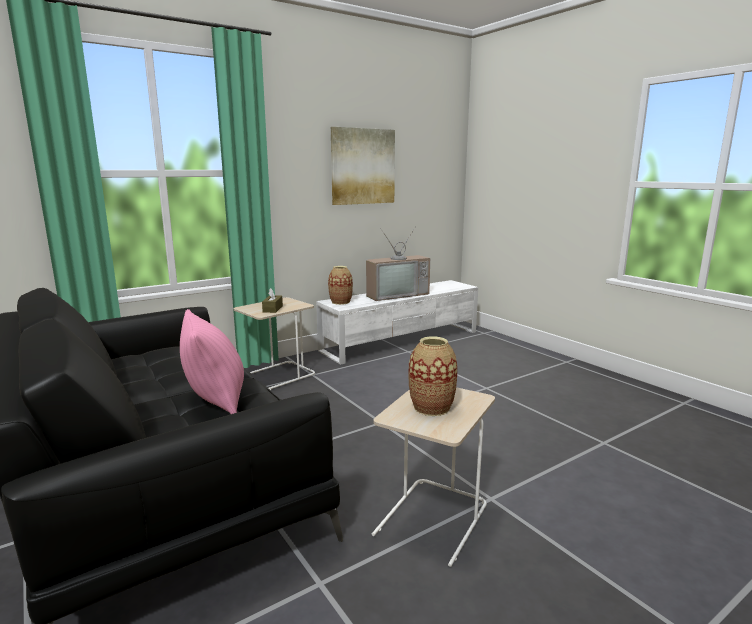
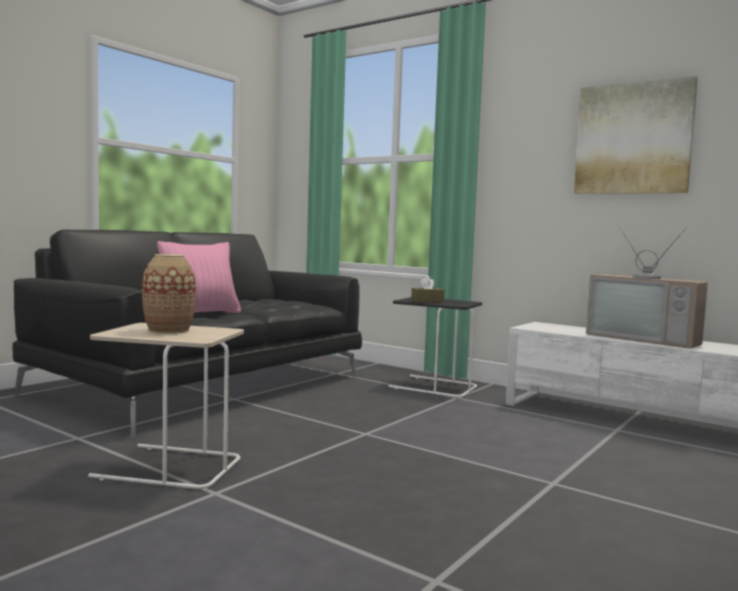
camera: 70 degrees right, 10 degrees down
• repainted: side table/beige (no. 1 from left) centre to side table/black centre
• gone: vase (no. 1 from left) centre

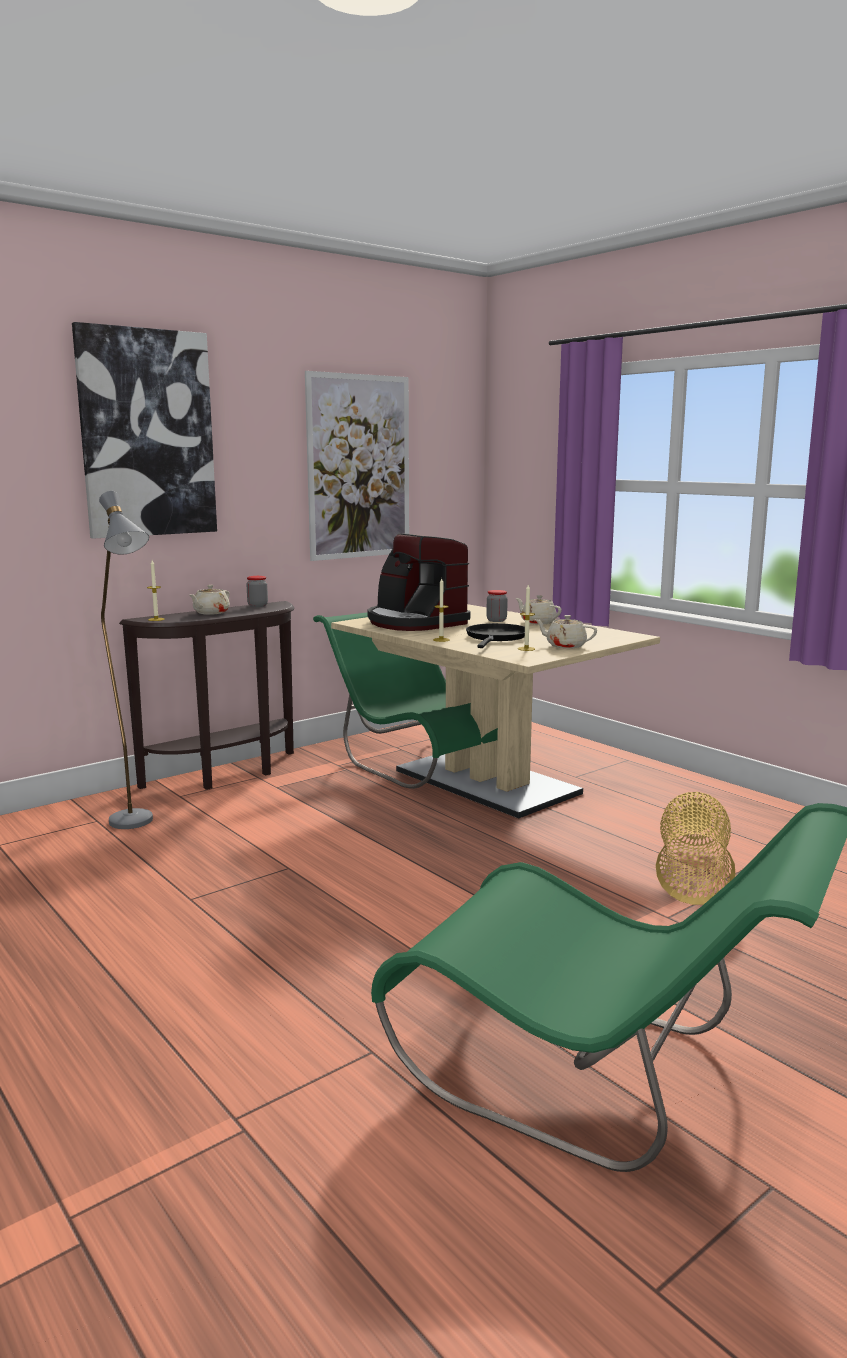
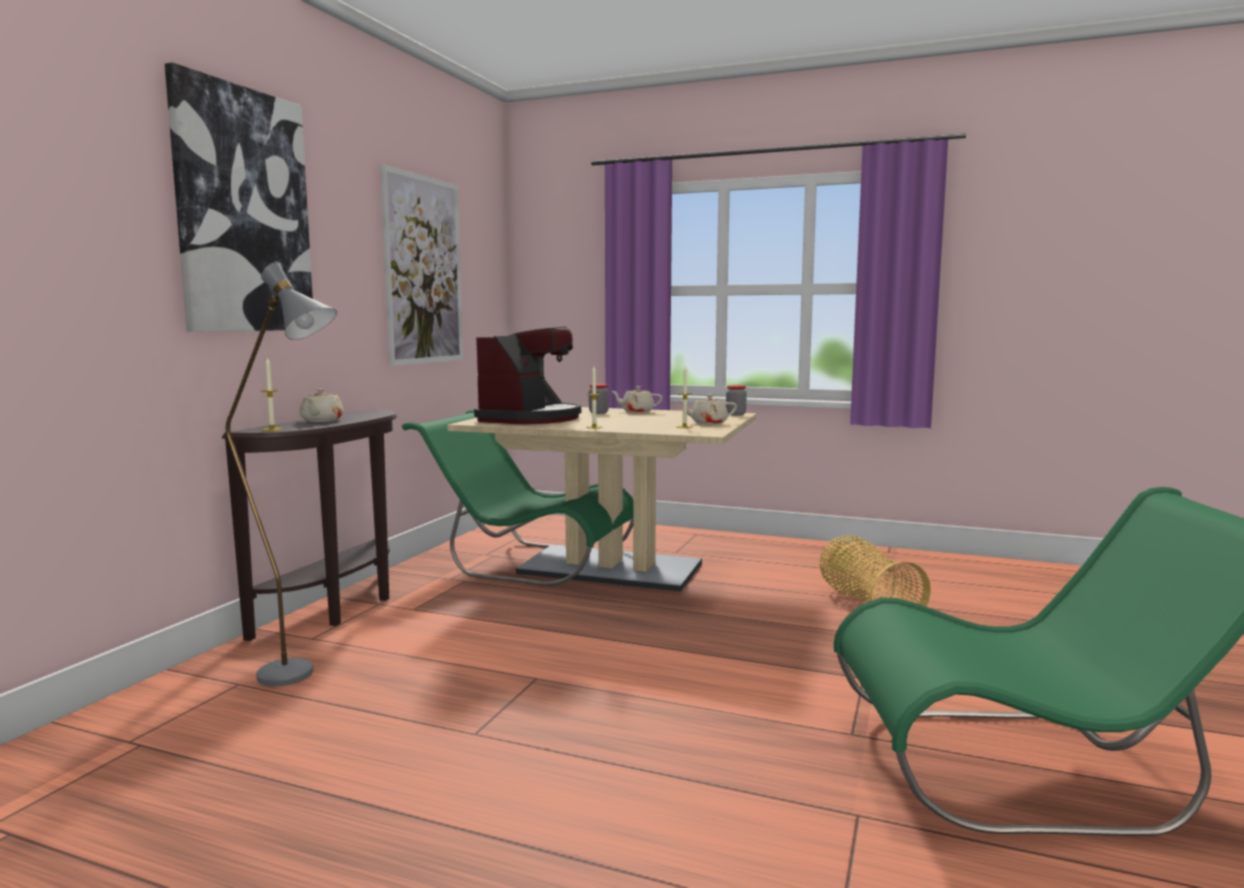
camera: 30 degrees left, 5 degrees down
• shifted: jar (no. 1 from left in the first image) middle left to jar (no. 2 from left) centre
• rotated: coffee machine centre = centre 90 degrees counterclockwise
• gone: frying pan/black centre

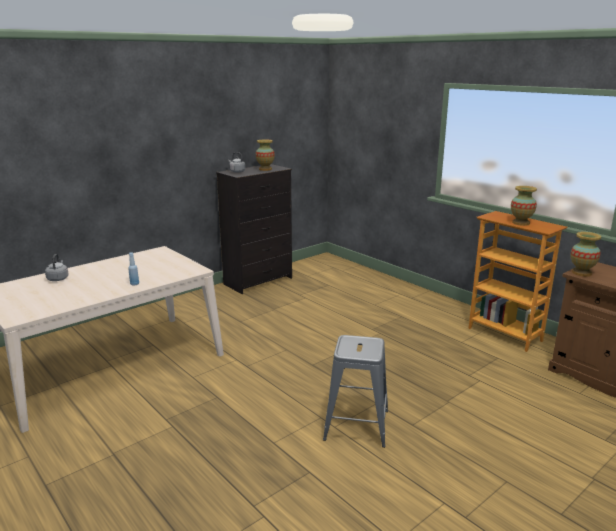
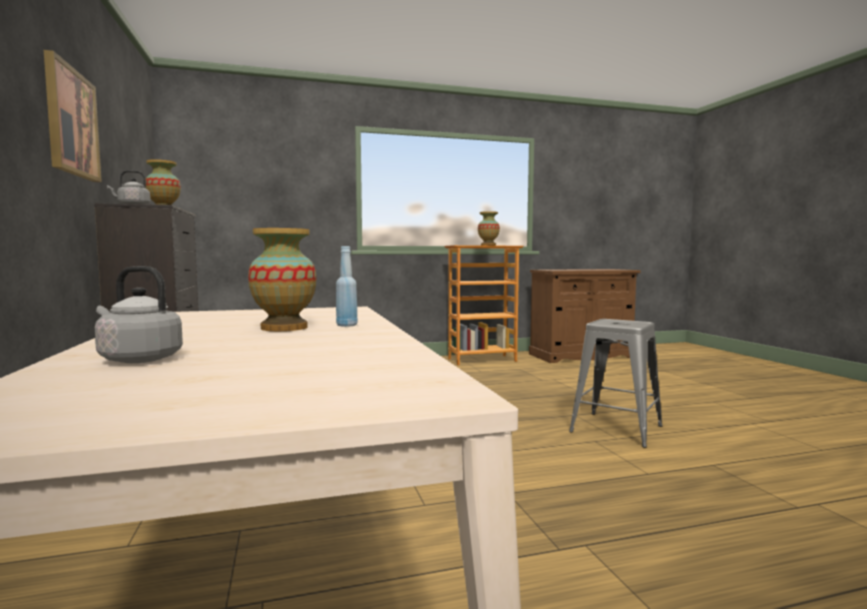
camera: 65 degrees left, 15 degrees down
• shifted: vase (no. 3 from left in the first image) middle right to vase (no. 2 from left) middle left
• new: picture top left

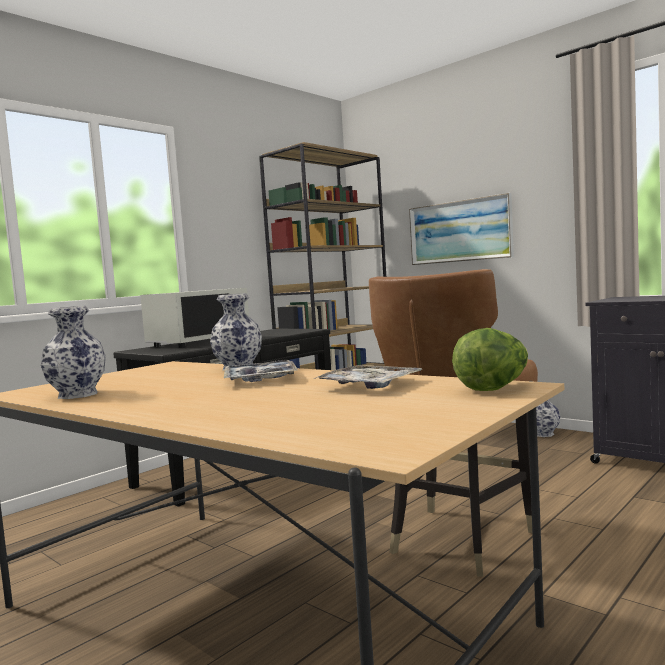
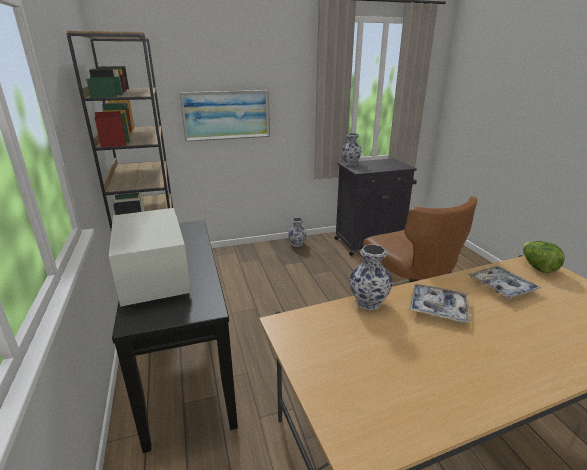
camera: 60 degrees left, 20 degrees up
• shifted: vase (no. 1 from left in the first image) middle left to vase (no. 2 from left) top centre

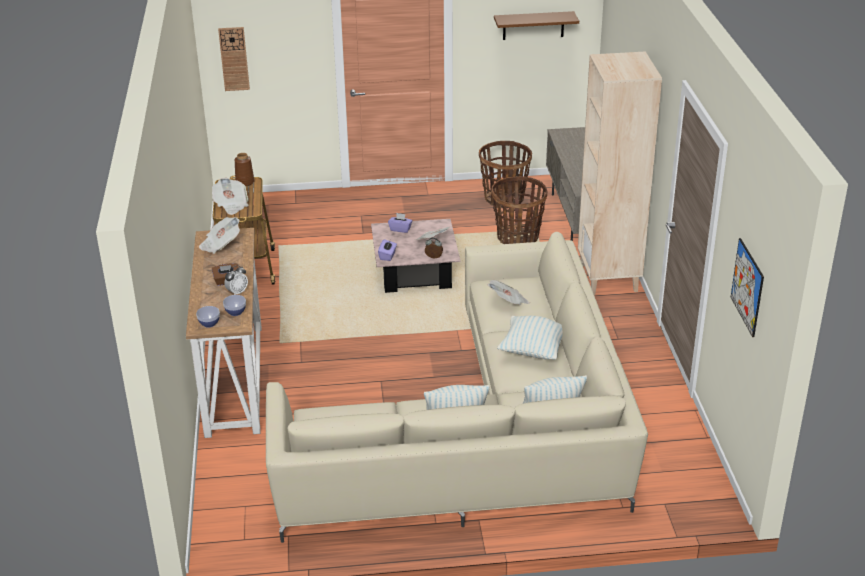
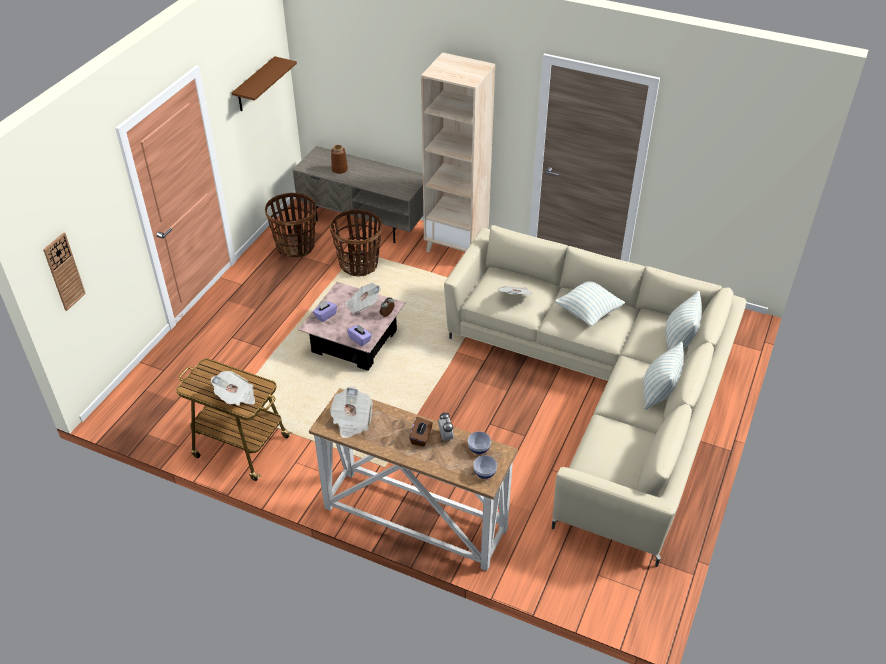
camera: 60 degrees left, 10 degrees up
• shifted: vase/brown top left to top centre
• gone: picture middle right

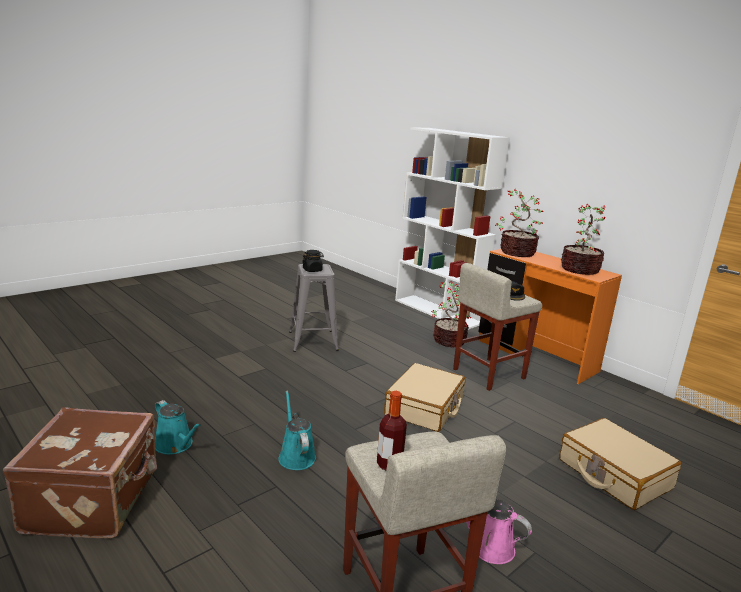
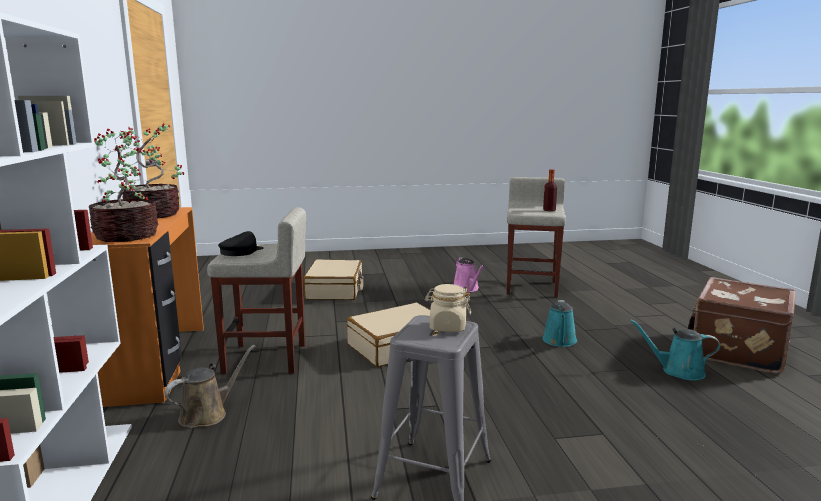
camera: 145 degrees left, 5 degrees down
• rotated: watering can/turquoise (no. 1 from left in the first image) bottom left = bottom right 60 degrees counterclockwise
• repainted: jar/black centre to jar/beige centre
• swapped: potted plant (no. 1 from left) centre to watering can/brown bottom left

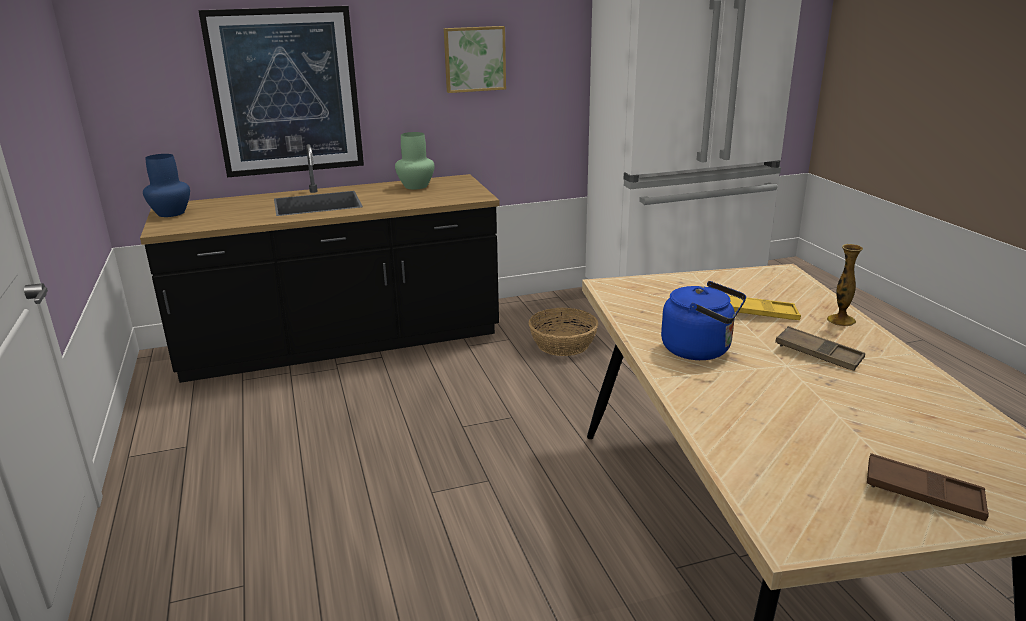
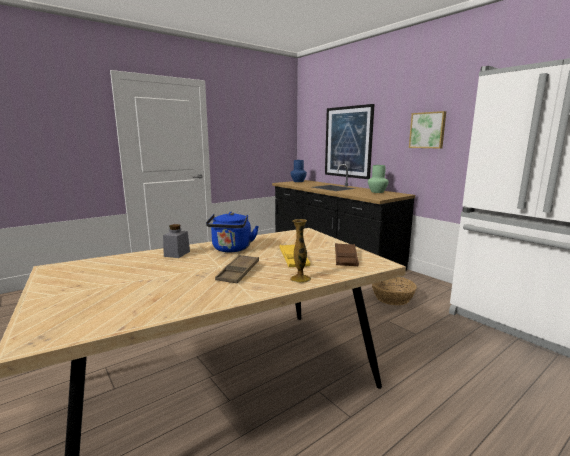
camera: 70 degrees right, 10 degrees down
• shifted: tray/brown (no. 2 from left) bottom right to centre
• new: jar/grey middle left

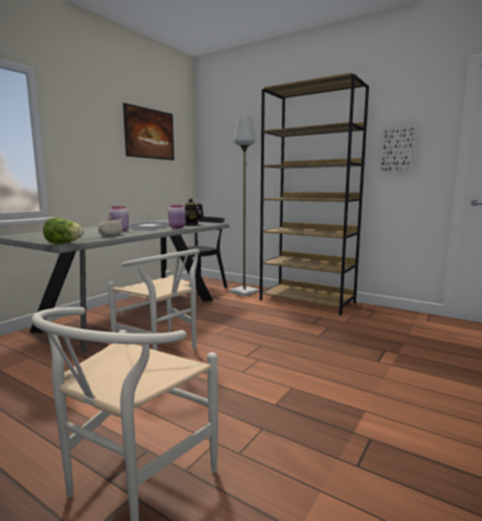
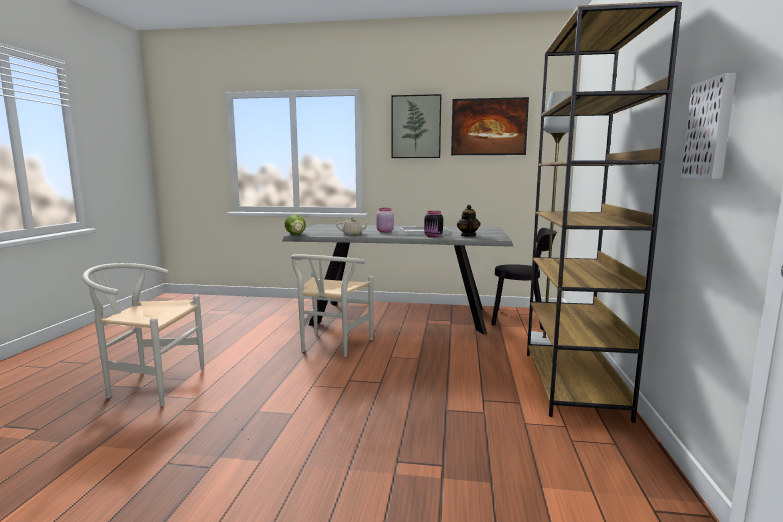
camera: 65 degrees right, 0 degrees up
• repainted: jar/pink (no. 2 from left) centre to jar/black centre
• new: picture (no. 1 from left) top centre

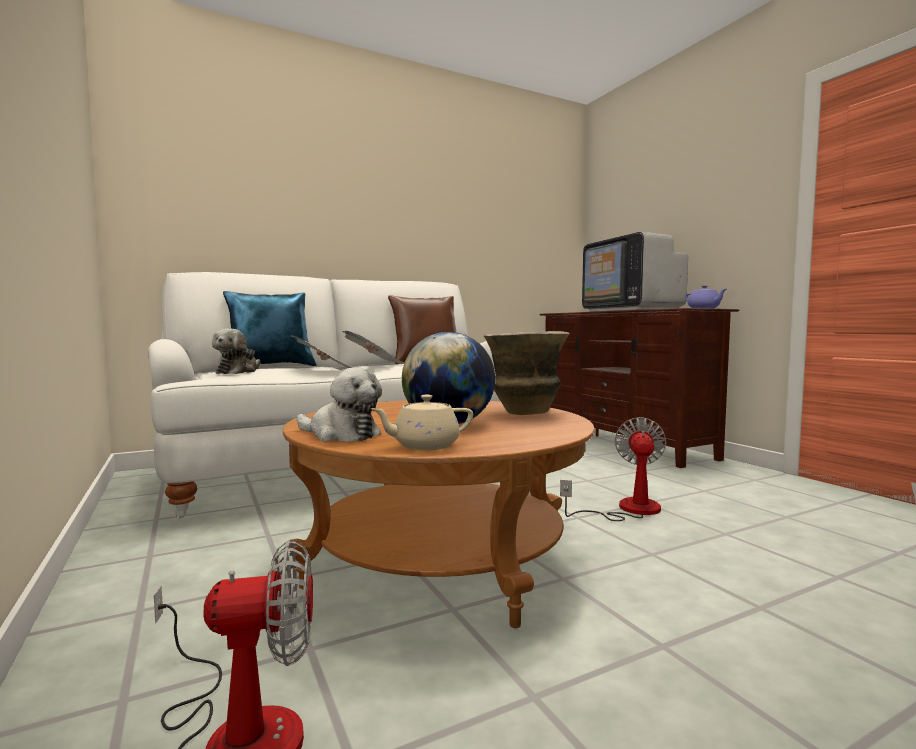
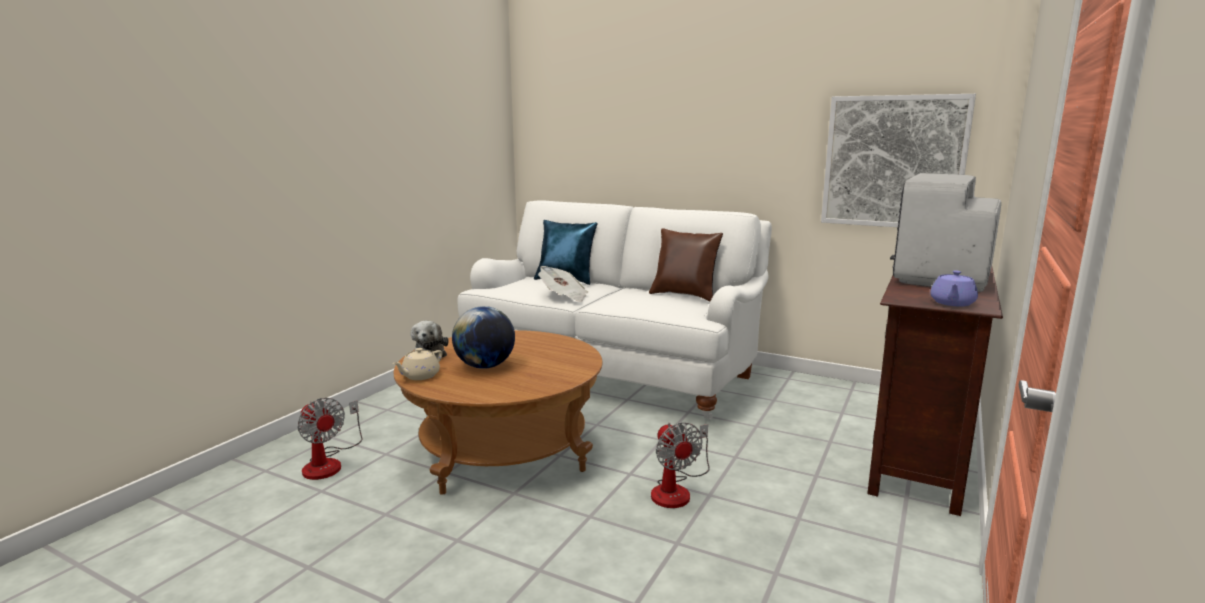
camera: 55 degrees right, 10 degrees up
• gone: plush toy (no. 1 from left) middle left
• gone: newspaper (no. 2 from left) centre
• rotated: teapot/beige centre = centre 90 degrees counterclockwise
• gone: vase centre
• rotated: fan (no. 2 from left) middle right = bottom centre 90 degrees clockwise
• new: picture top right

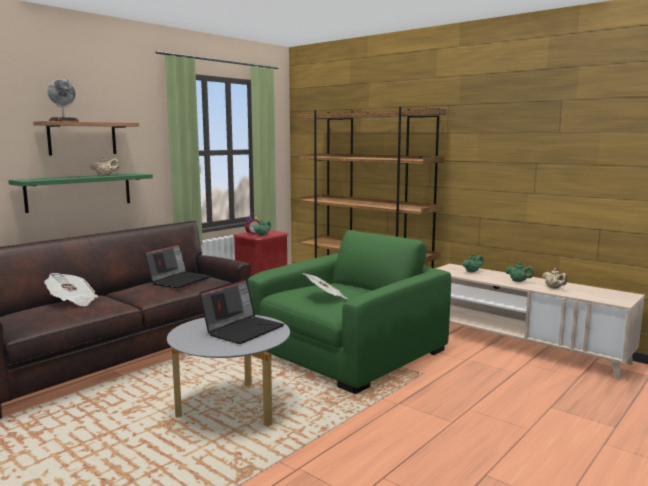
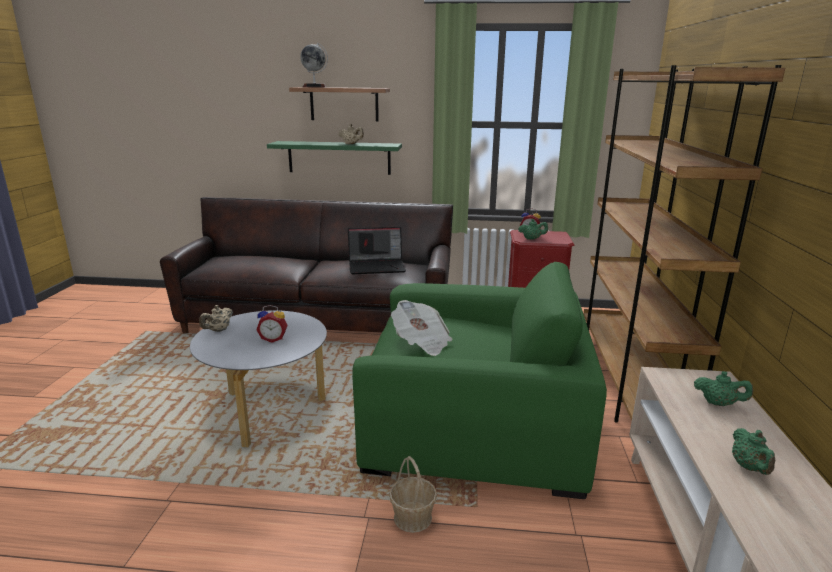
camera: 55 degrees right, 10 degrees up
• gone: newspaper (no. 1 from left) middle left
• swapped: laptop (no. 2 from left) centre to alarm clock (no. 1 from left) middle left
• shifted: teapot/beige (no. 2 from left in the first image) middle right to teapot/beige (no. 1 from left) middle left
• new: basket bottom centre

